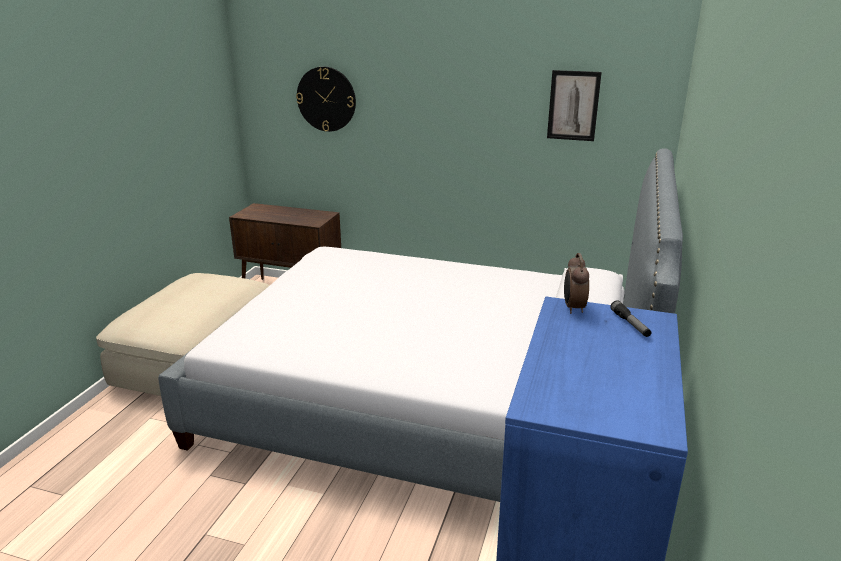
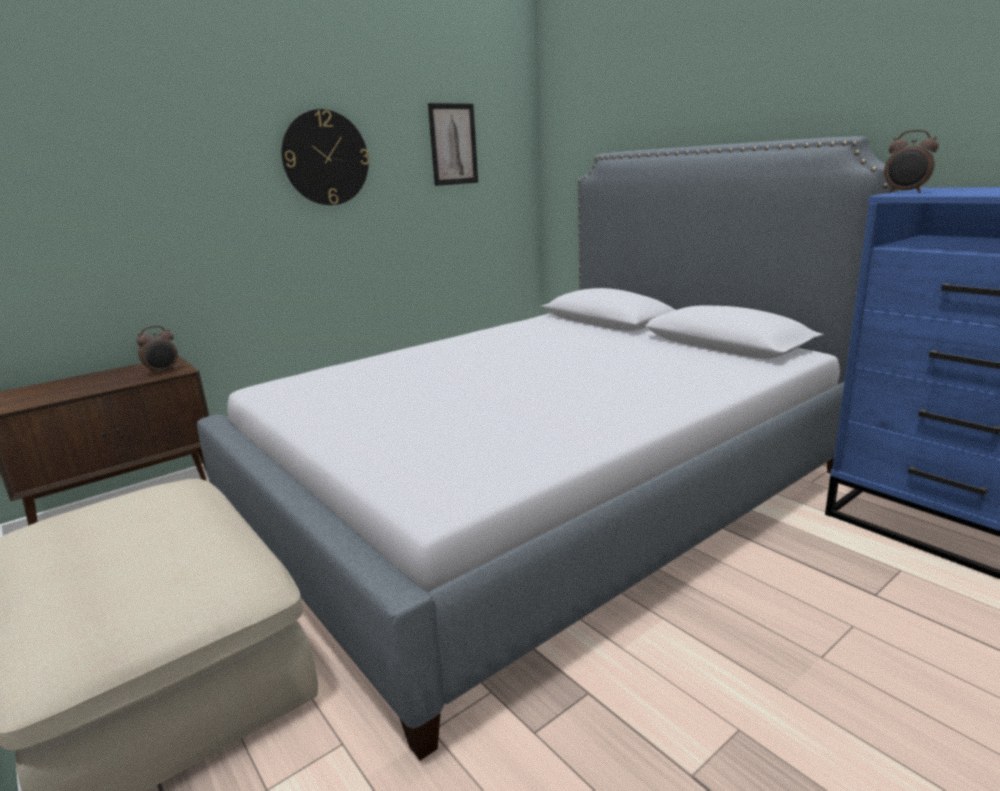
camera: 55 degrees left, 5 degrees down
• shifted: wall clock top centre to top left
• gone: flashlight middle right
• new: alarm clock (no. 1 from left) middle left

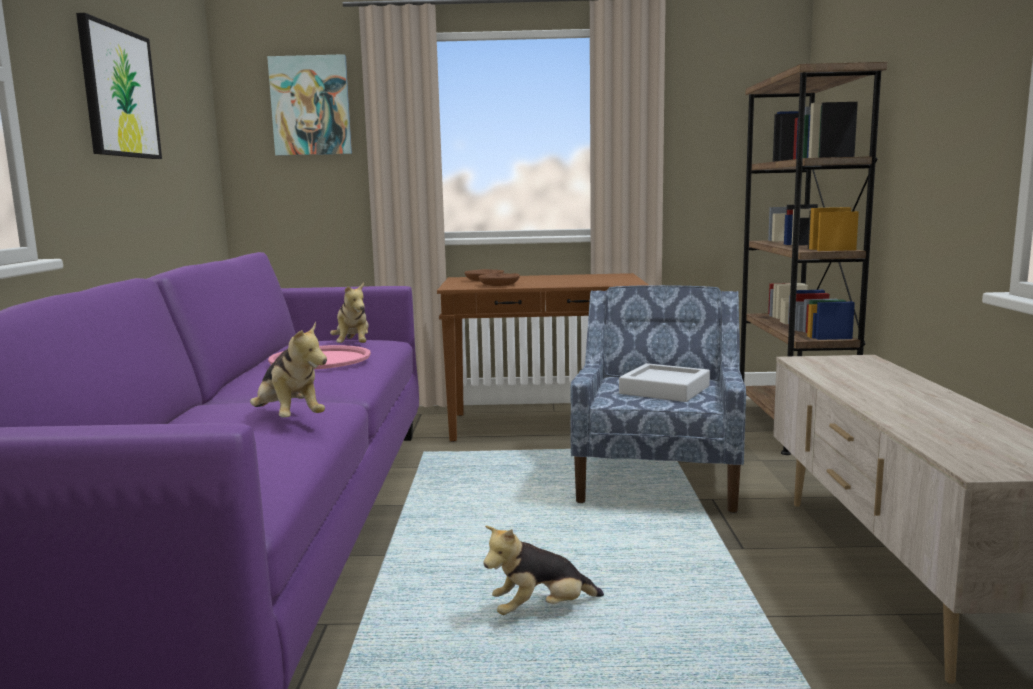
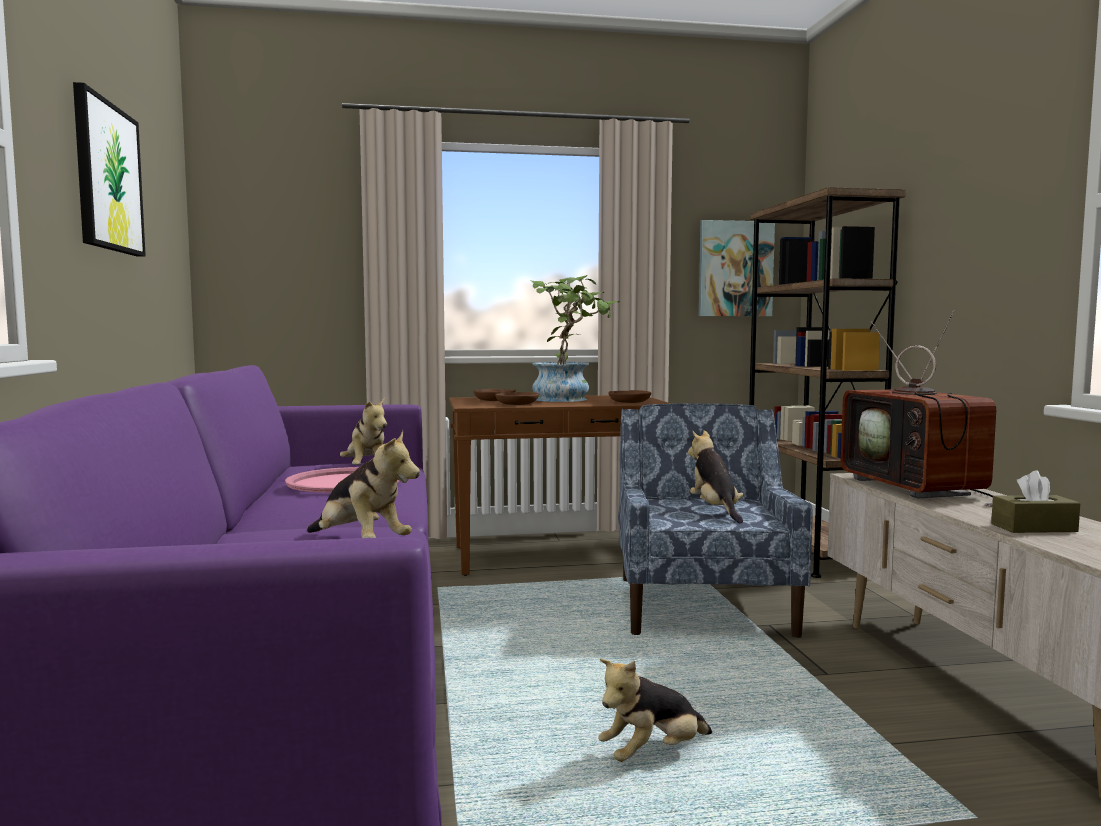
camera: 10 degrees left, 5 degrees down
• shifted: picture (no. 2 from left) top left to top right
• swapped: tray/grey centre to plush toy (no. 4 from left) centre
• new: potted plant centre
• new: bowl/brown (no. 3 from left) centre
• new: television middle right
• new: tissue box/brown middle right

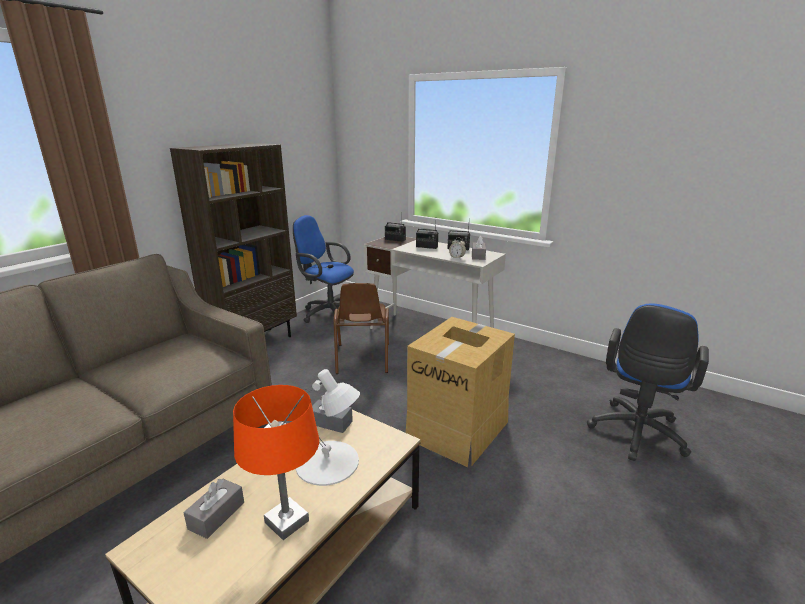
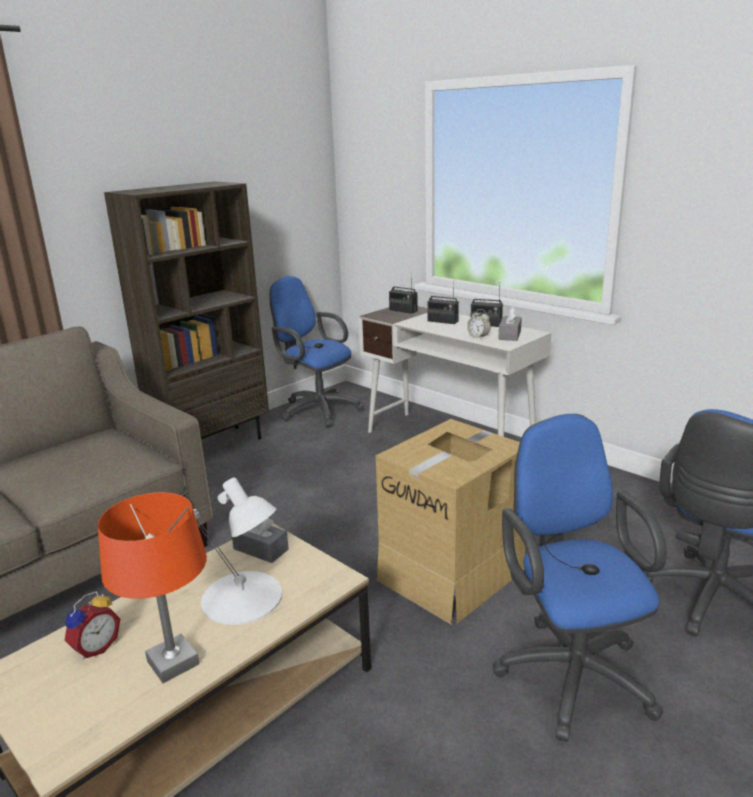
camera: 10 degrees right, 0 degrees up
• swapped: tissue box/grey (no. 1 from left) bottom left to alarm clock (no. 1 from left) bottom left
• gone: chair/brown centre
• new: office chair/blue (no. 2 from left) bottom right

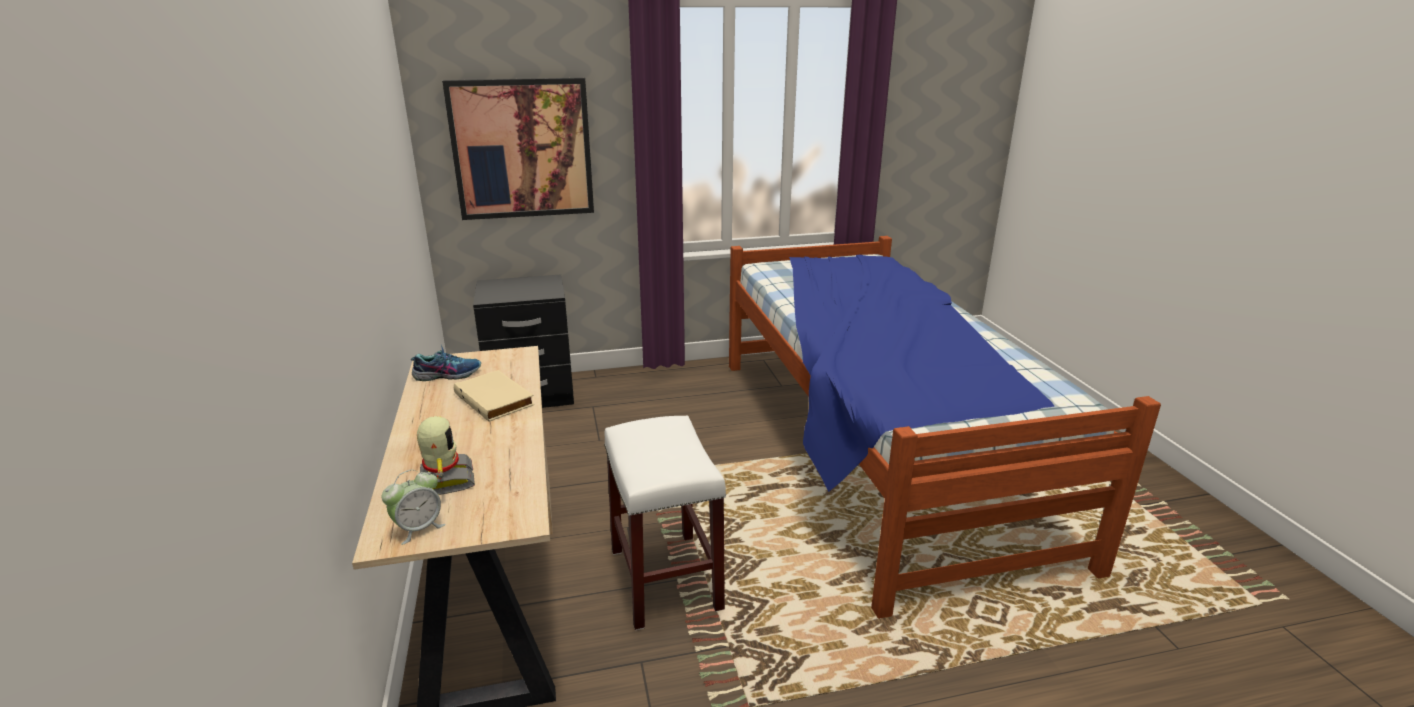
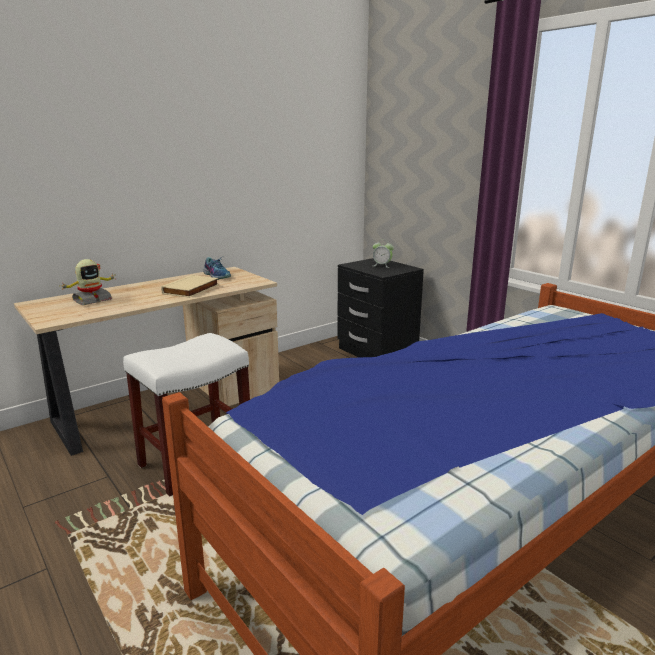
camera: 65 degrees right, 5 degrees down
• shifted: alarm clock bottom left to centre
• gone: picture top centre

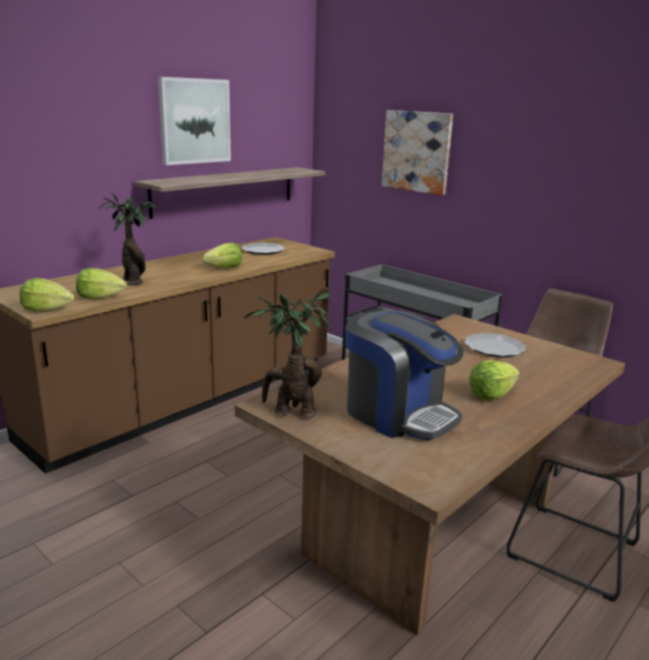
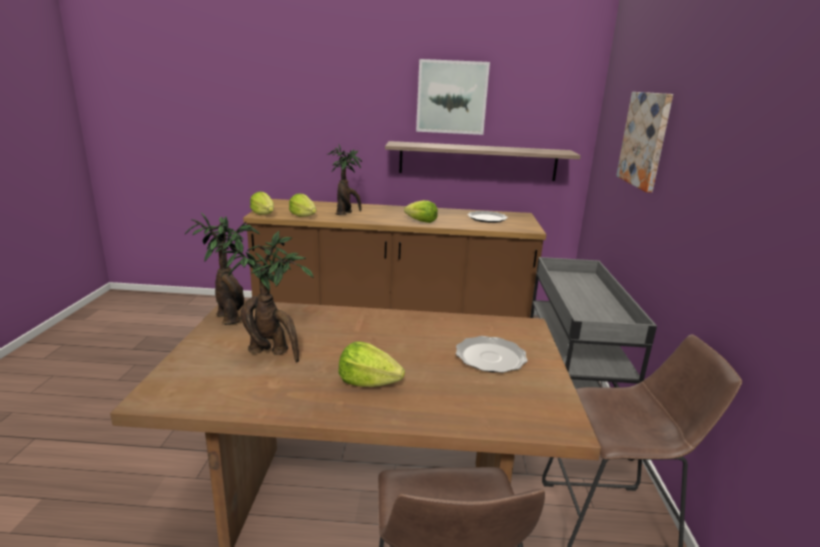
camera: 50 degrees right, 0 degrees up
• swapped: coffee machine centre to potted plant (no. 2 from left) middle left

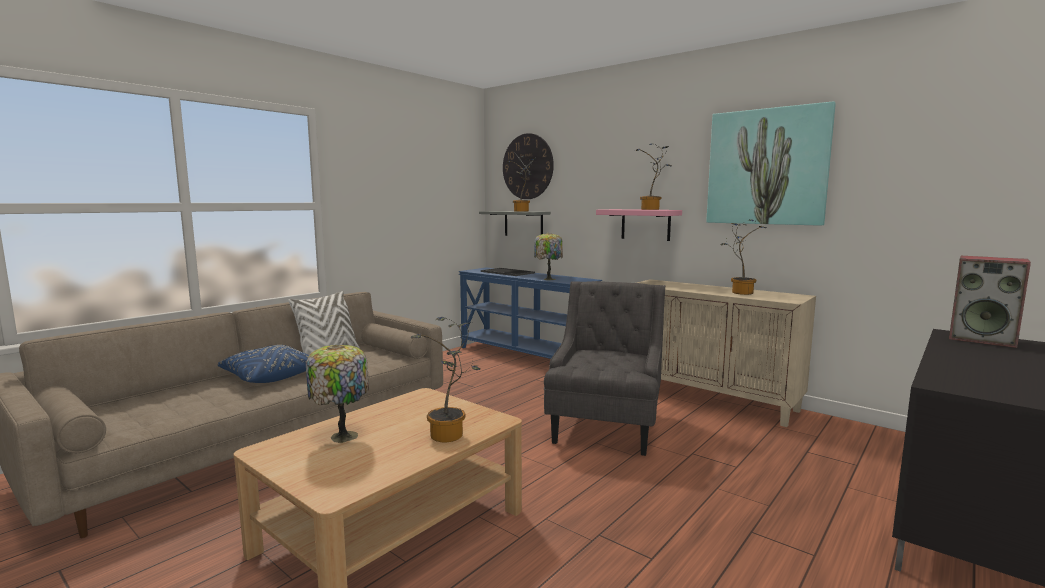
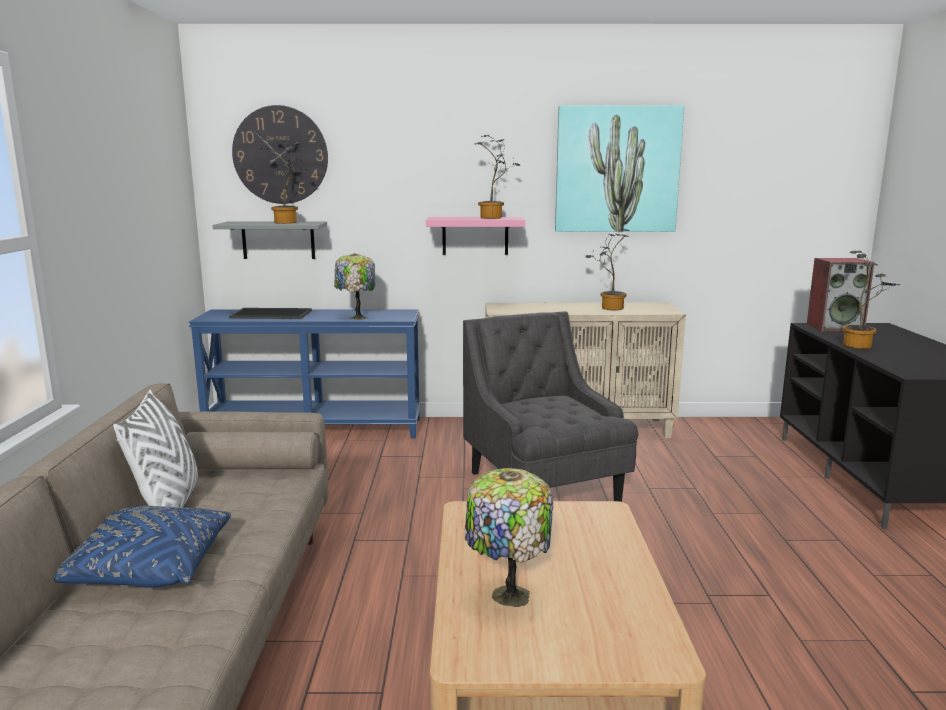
camera: 40 degrees left, 5 degrees up
• shifted: potted plant (no. 1 from left in the first image) centre to potted plant (no. 4 from left) middle right

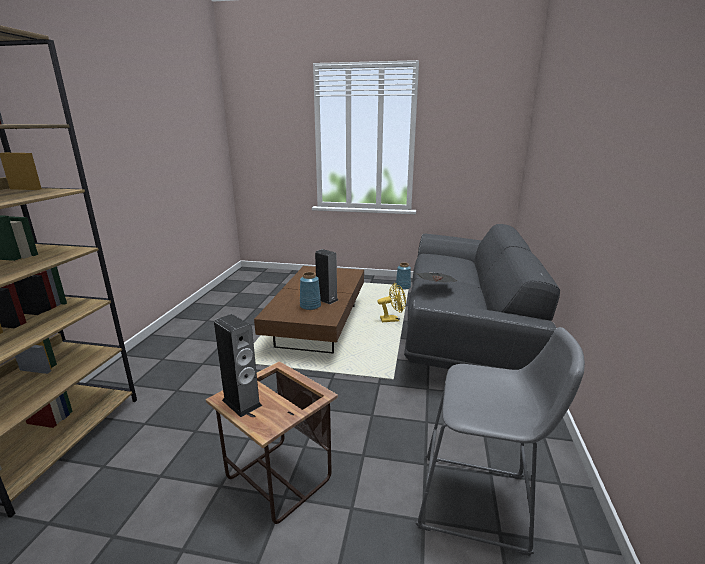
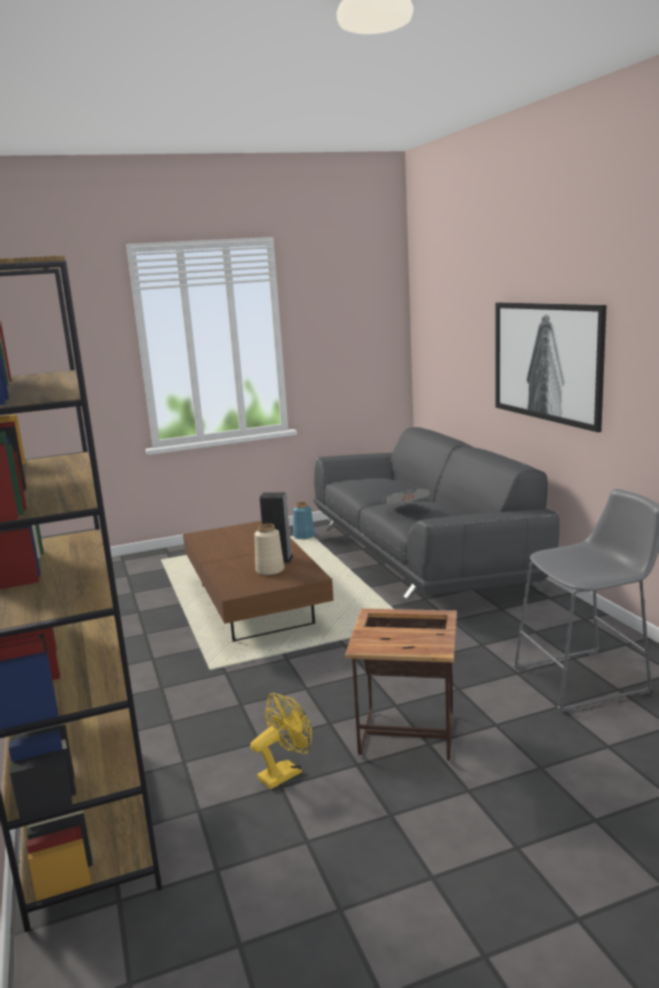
camera: 30 degrees left, 5 degrees down
• gone: speaker (no. 1 from left) centre
• repainted: vase/blue (no. 1 from left) centre to vase/beige centre
• shifted: fan/yellow centre to bottom centre
• new: picture middle right

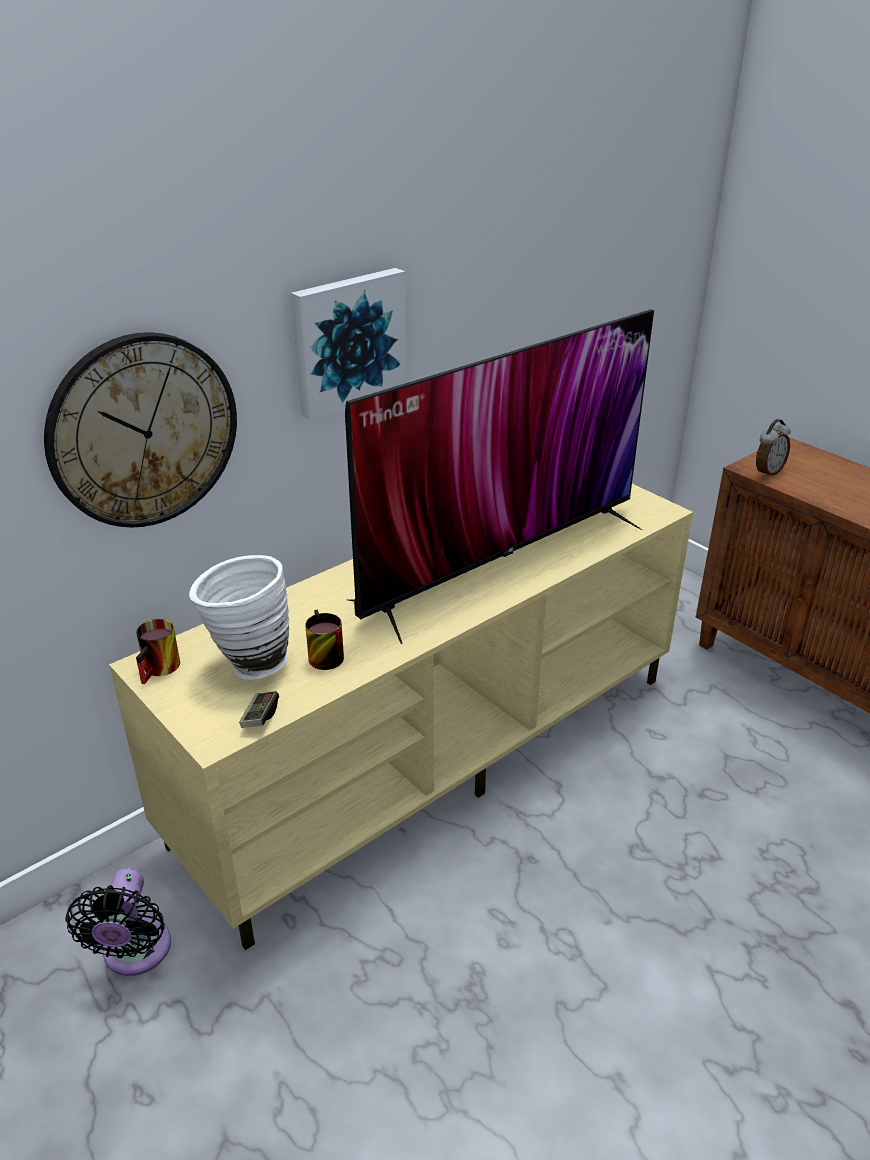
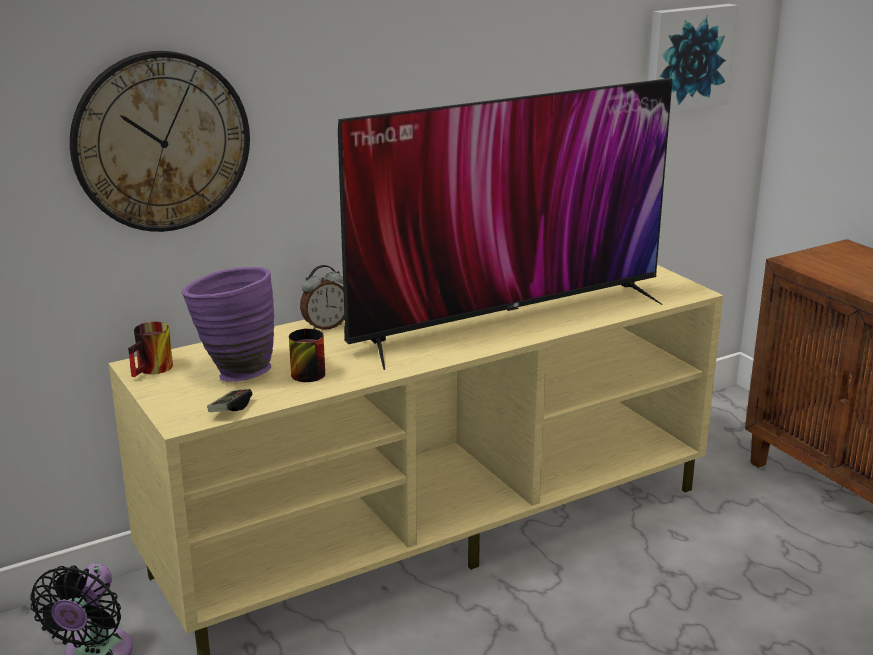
camera: 10 degrees right, 10 degrees down
• repainted: vase/white middle left to vase/purple middle left
• shifted: picture top centre to top right
• shifted: alarm clock middle right to centre

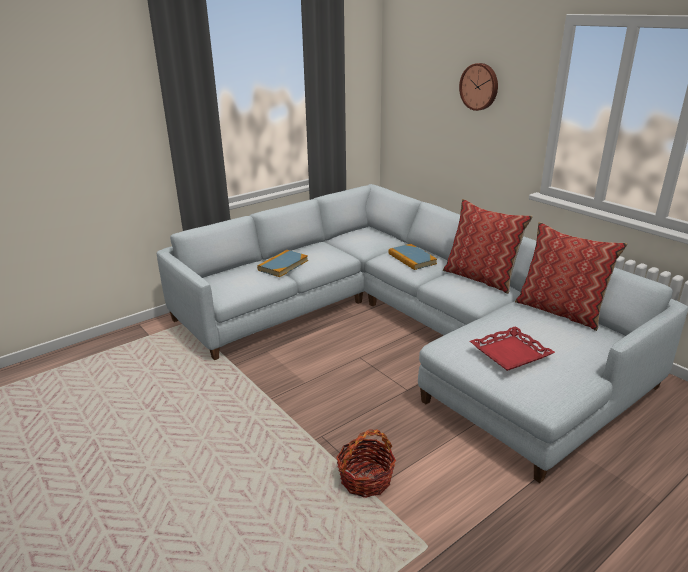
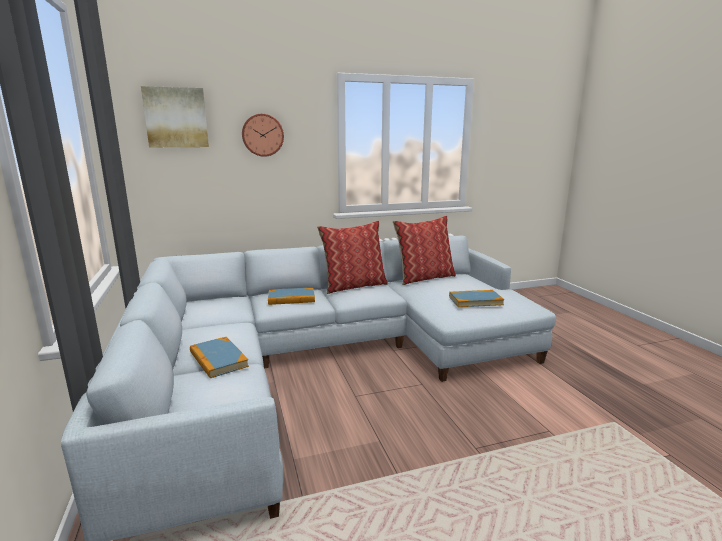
camera: 70 degrees left, 10 degrees down
• gone: basket bottom centre
• swapped: tray/red middle right to book (no. 3 from left) centre
• new: picture top left

